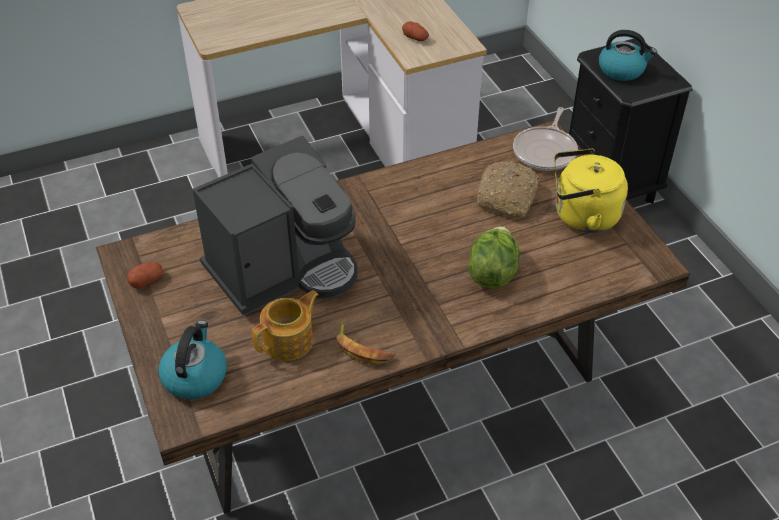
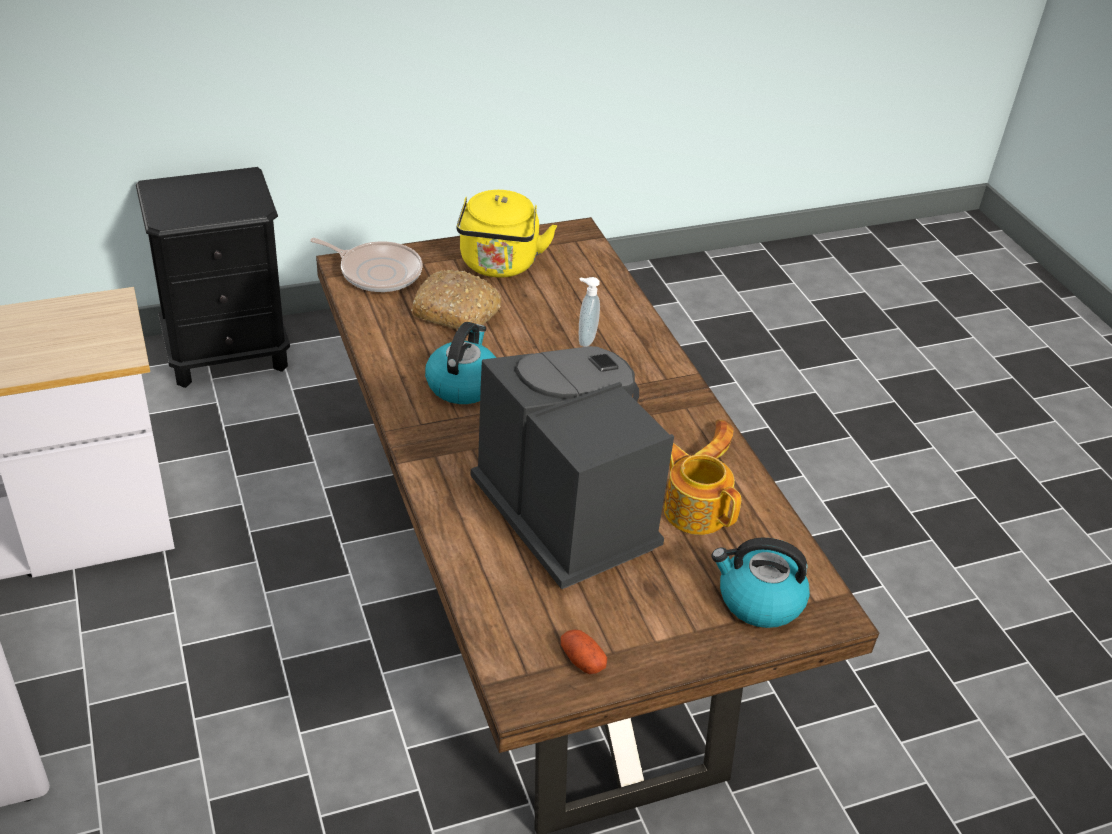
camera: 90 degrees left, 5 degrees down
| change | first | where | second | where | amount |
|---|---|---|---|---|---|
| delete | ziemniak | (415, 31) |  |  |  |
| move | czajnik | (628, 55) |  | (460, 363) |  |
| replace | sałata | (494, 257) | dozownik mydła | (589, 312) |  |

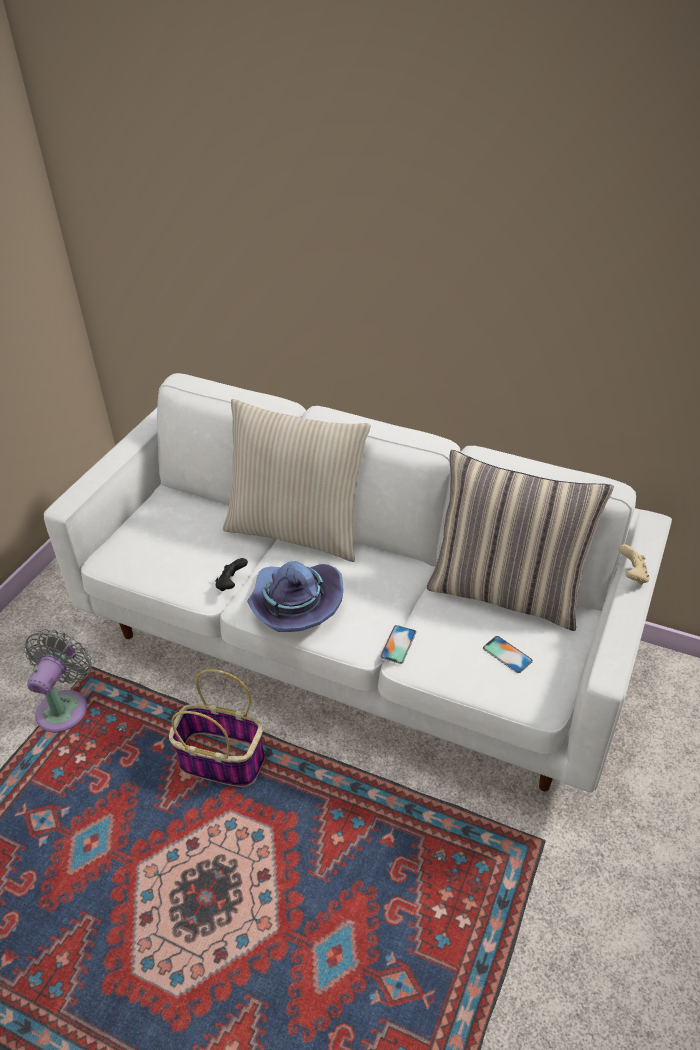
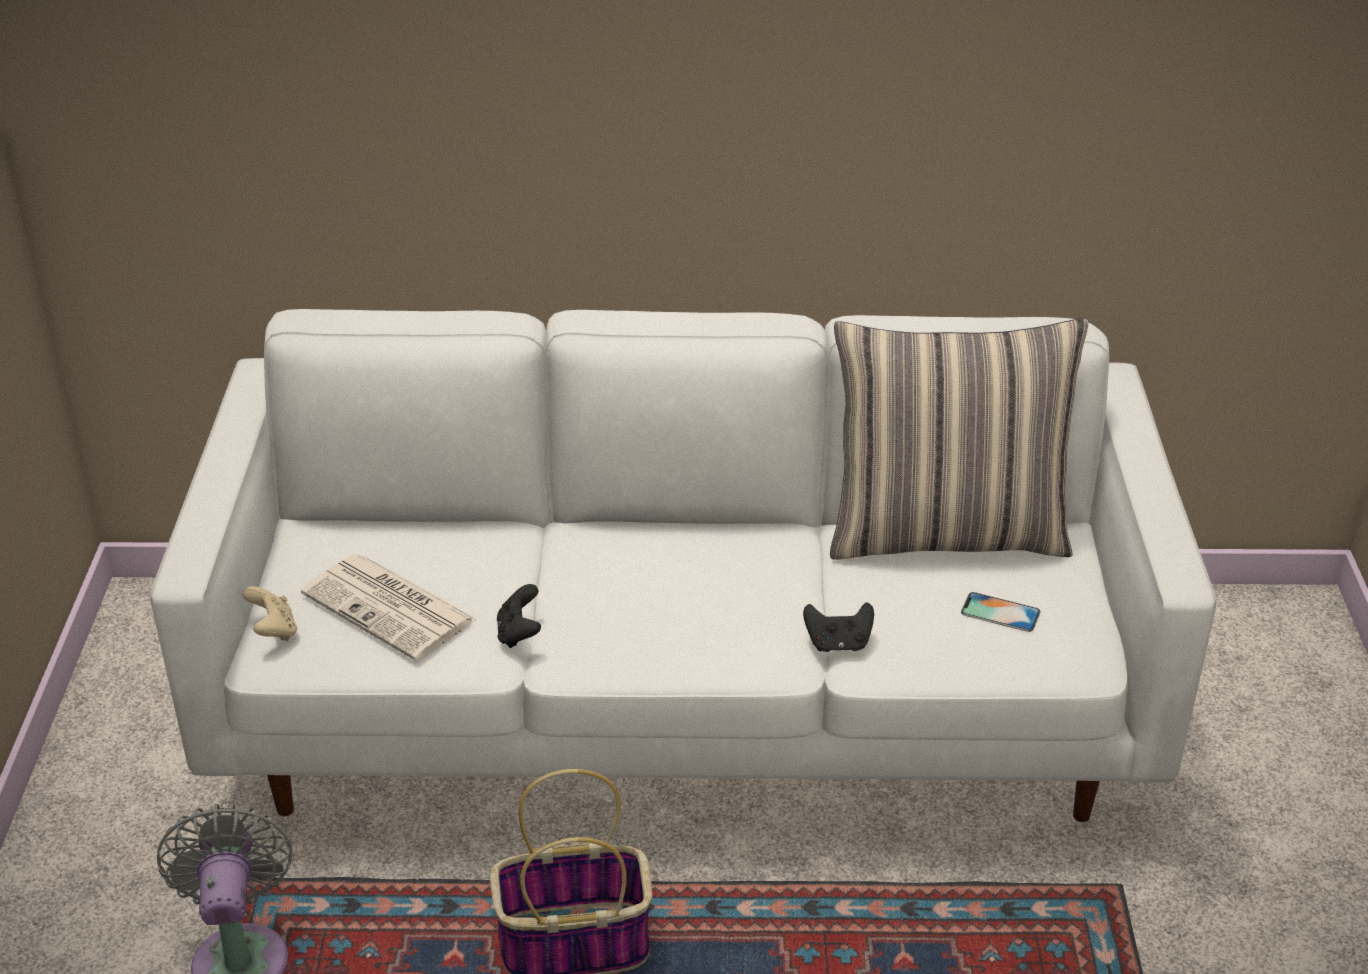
camera: 25 degrees left, 5 degrees down
| change | first | where | second | where | amount |
|---|---|---|---|---|---|
| delete | poduszka/beżowy | (297, 480) |  |  |  |
| move | pad do gier/beżowy | (634, 564) |  | (270, 613) |  |
| delete | kapelusz/fioletowy | (295, 596) |  |  |  |
| replace | telefon | (398, 644) | pad do gier/czarny | (838, 627) |  |
| insert |  |  | gazeta | (389, 607) |  |

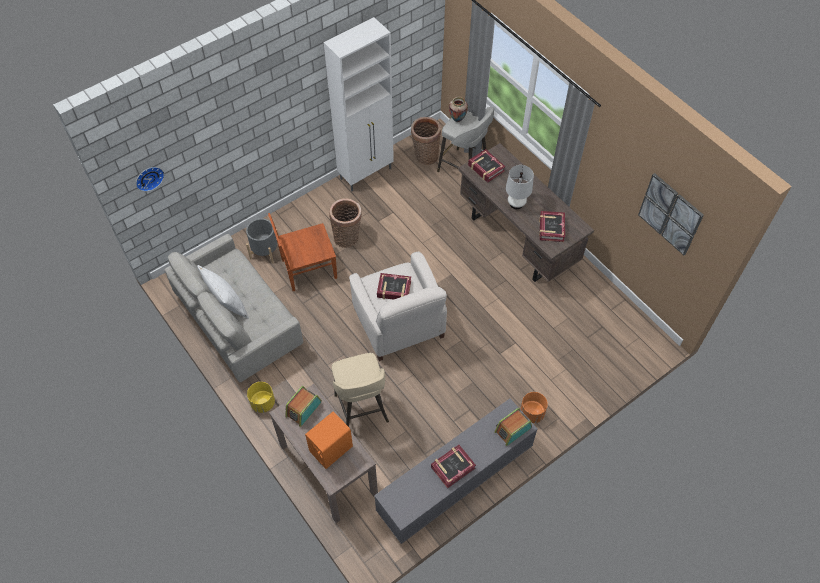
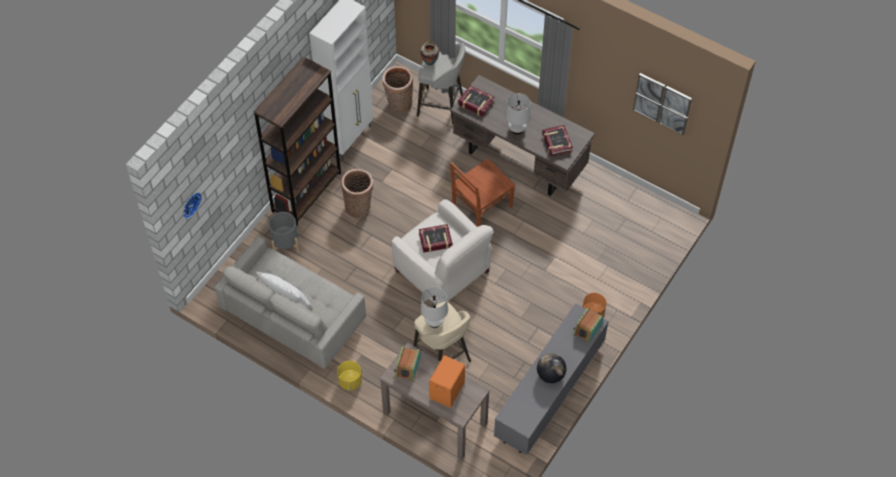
camera: 20 degrees left, 0 degrees up
| change | first | where | second | where | amount |
|---|---|---|---|---|---|
| move | krzesło/brązowy | (302, 252) |  | (483, 192) |  |
| replace | książka | (453, 467) | globus | (552, 368) |  |
| insert |  |  | regał/brązowy | (297, 140) |  |
| insert |  |  | lampa stołowa/biały | (434, 307) |  |

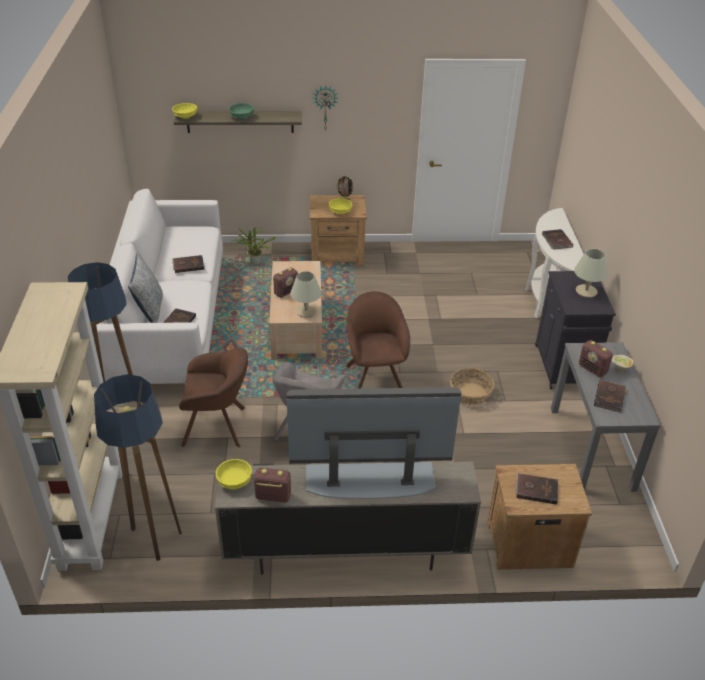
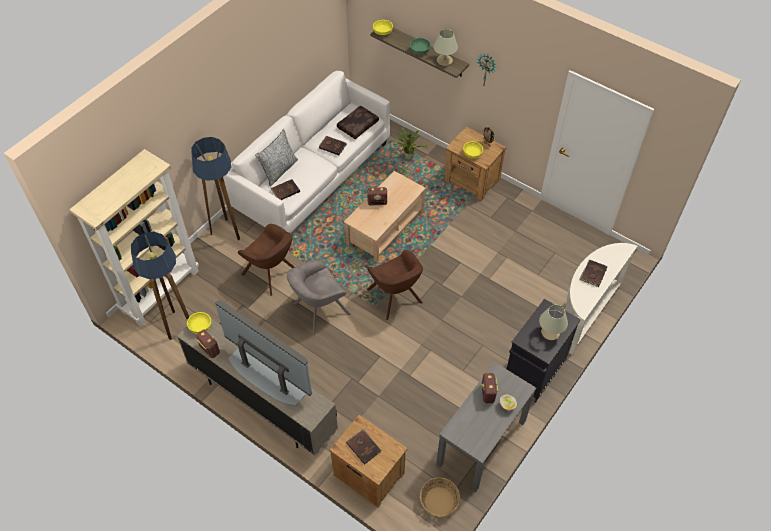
camera: 40 degrees right, 15 degrees up
| change | first | where | second | where | amount |
|---|---|---|---|---|---|
| move | lampa stołowa/beżowy | (306, 294) |  | (445, 47) |  |
| rotate | fotel/brązowy | (378, 340) |  | (395, 285) | 120 degrees clockwise |
| move | koszyk | (472, 386) |  | (440, 497) |  |
| delete | książka/brązowy | (611, 396) |  |  |  |
| insert |  |  | poduszka/brązowy | (358, 122) |  |

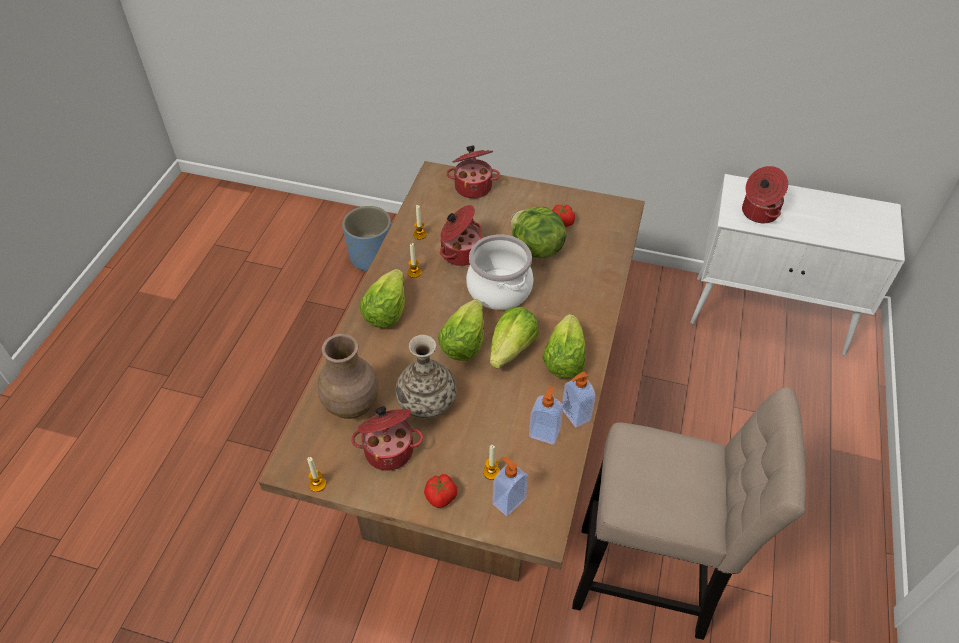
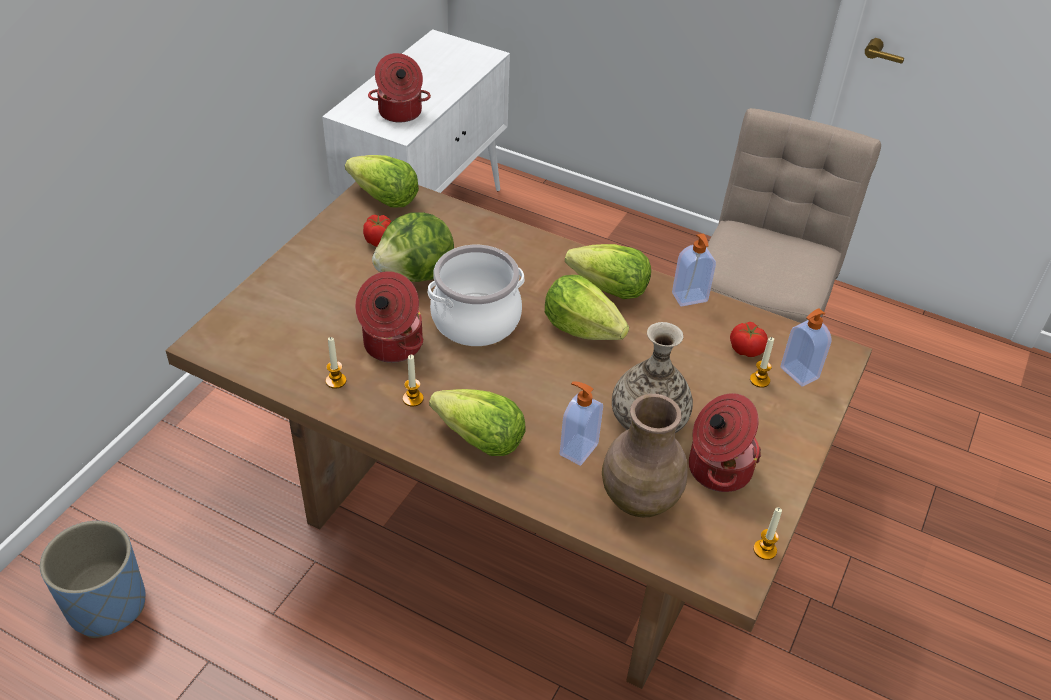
camera: 80 degrees left, 5 degrees down
| change | first | where | second | where | amount |
|---|---|---|---|---|---|
| delete | garnek | (473, 171) |  |  |  |
| move | sałata | (461, 330) |  | (382, 181) |  |
| move | dozownik mydła | (546, 415) |  | (581, 424) |  |
| move | pomidor | (440, 491) |  | (749, 339) |  |

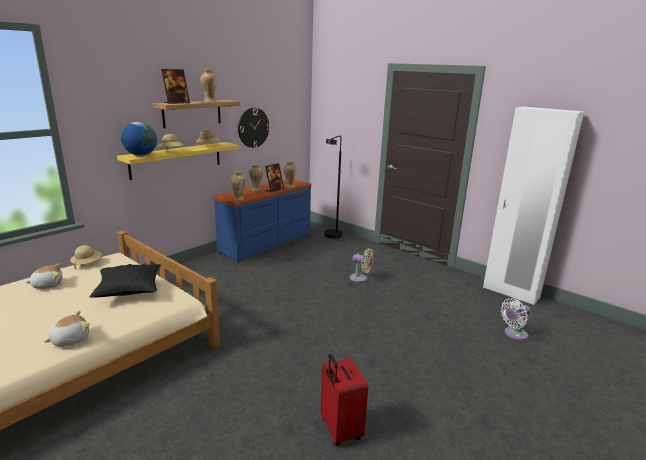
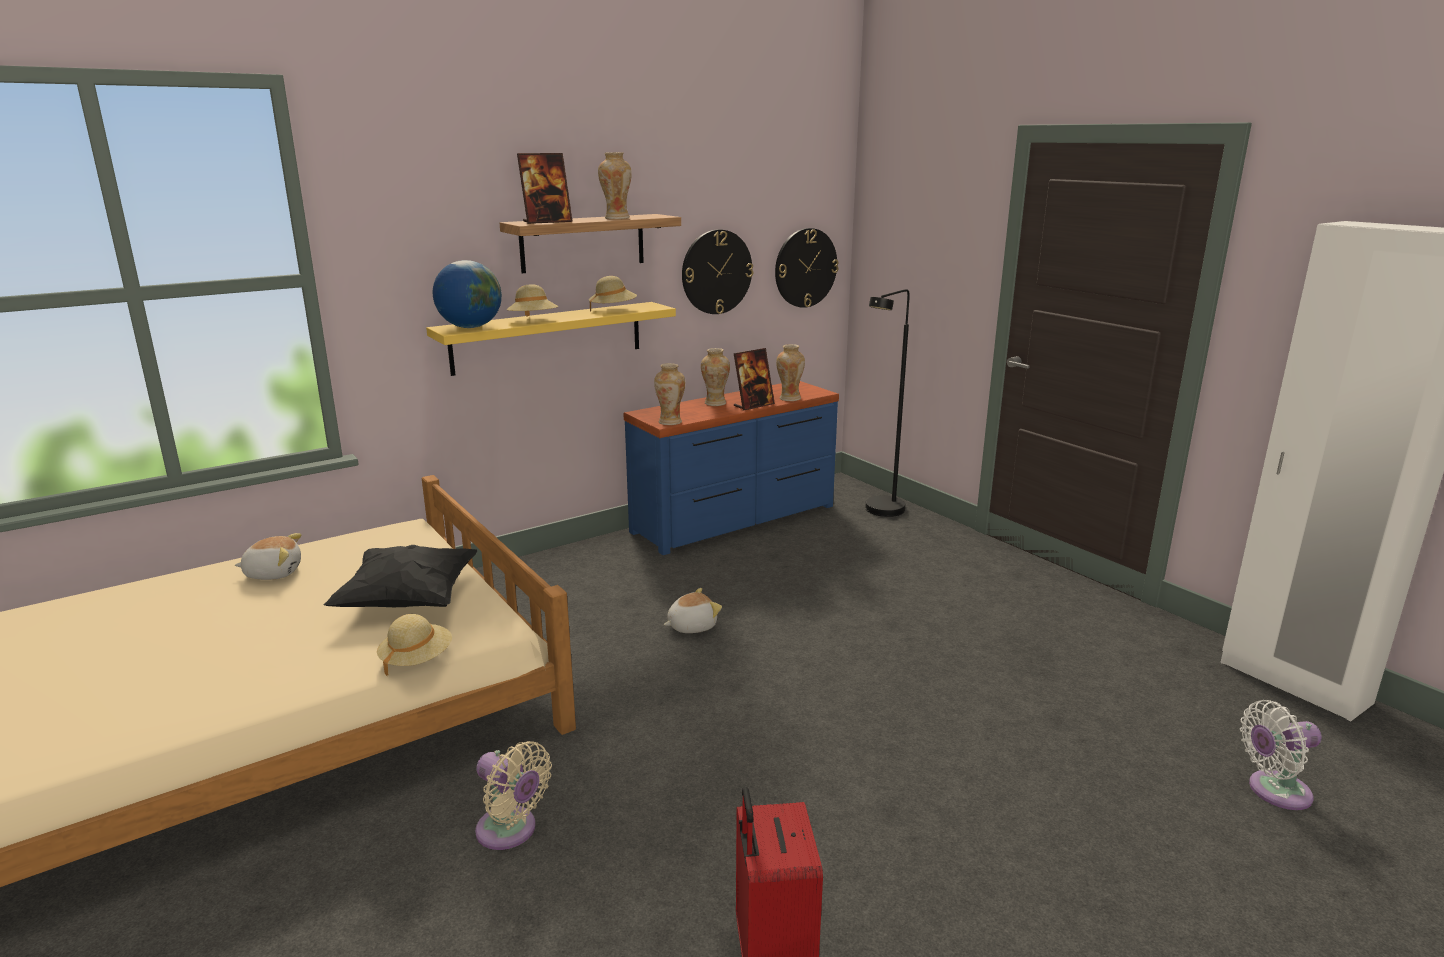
camera: 15 degrees right, 0 degrees up
| change | first | where | second | where | amount |
|---|---|---|---|---|---|
| move | kapelusz/beżowy | (86, 257) |  | (414, 645) |  |
| move | wentylator/beżowy | (362, 265) |  | (513, 795) |  |
| move | pluszak | (67, 328) |  | (693, 610) |  |
| insert |  |  | zegar ścienny | (807, 268) |  |

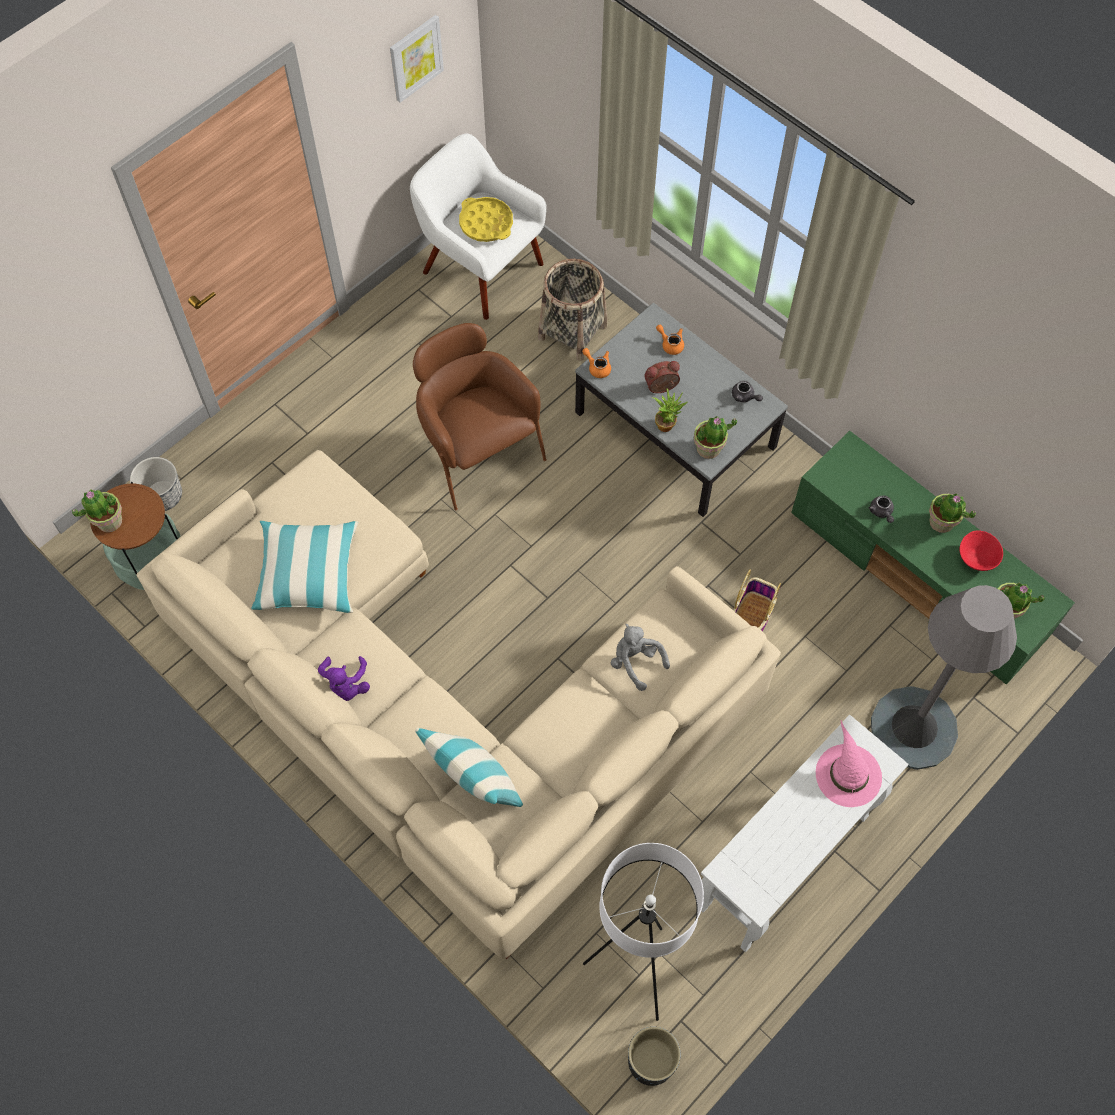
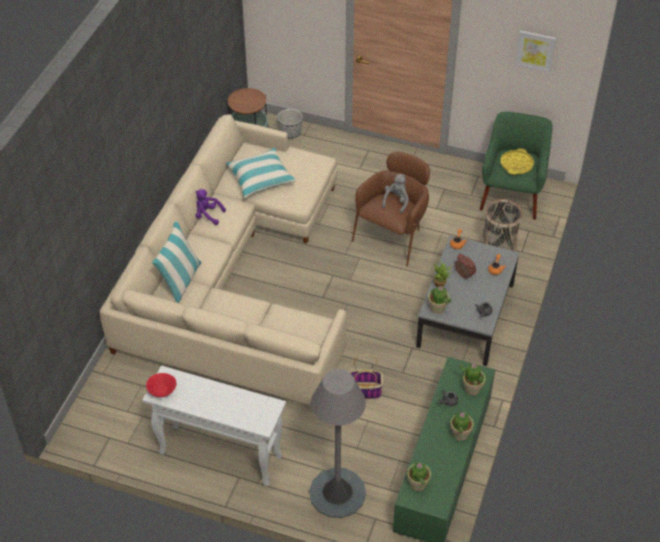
camera: 65 degrees right, 15 degrees down
| change | first | where | second | where | amount |
|---|---|---|---|---|---|
| recolor | fotel/biały | (478, 226) | fotel/zielony | (516, 166) |  |
| move | roślina doniczkowa | (97, 510) |  | (472, 379) |  |
| move | miska/czerwony | (981, 550) |  | (161, 385) |  |
| move | pluszak/szary | (640, 657) |  | (395, 194) |  |
| rotate | pluszak/fioletowy | (344, 678) |  | (210, 207) | 45 degrees clockwise |
| delete | kapelusz/różowy | (849, 763) |  |  |  |
| delete | lampa stojąca/biały | (643, 932) |  |  |  |
| delete | donica/czarny | (654, 1056) |  |  |  |

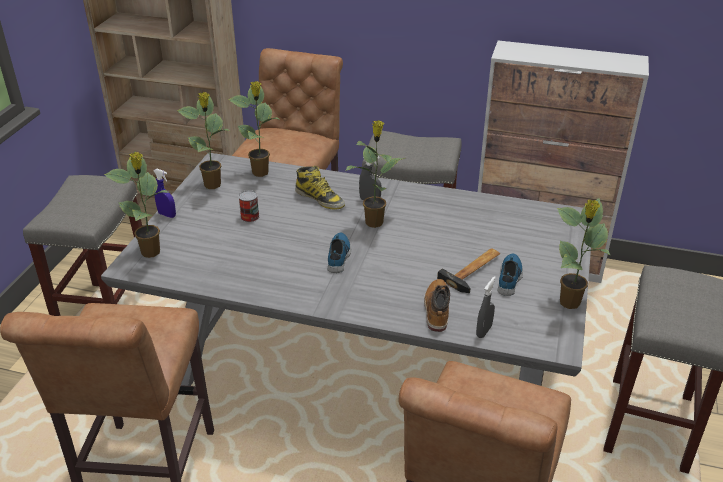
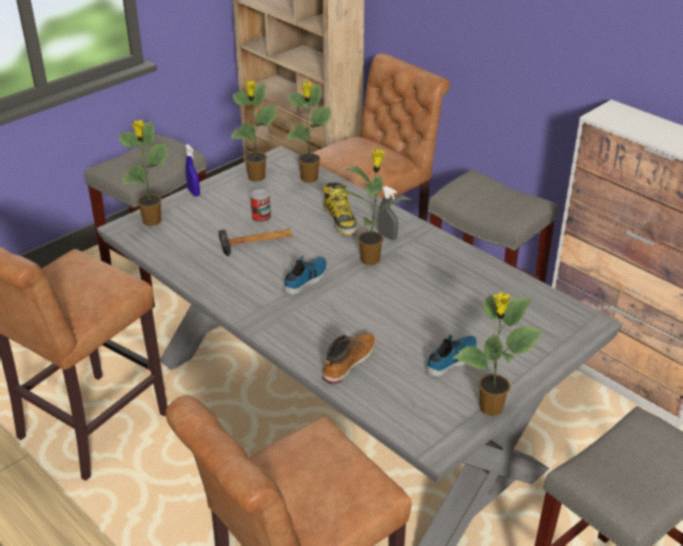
camera: 30 degrees right, 0 degrees up
| change | first | where | second | where | amount |
|---|---|---|---|---|---|
| move | młotek | (468, 270) |  | (255, 243) |  |
| delete | spryskiwacz/szary | (486, 307) |  |  |  |

